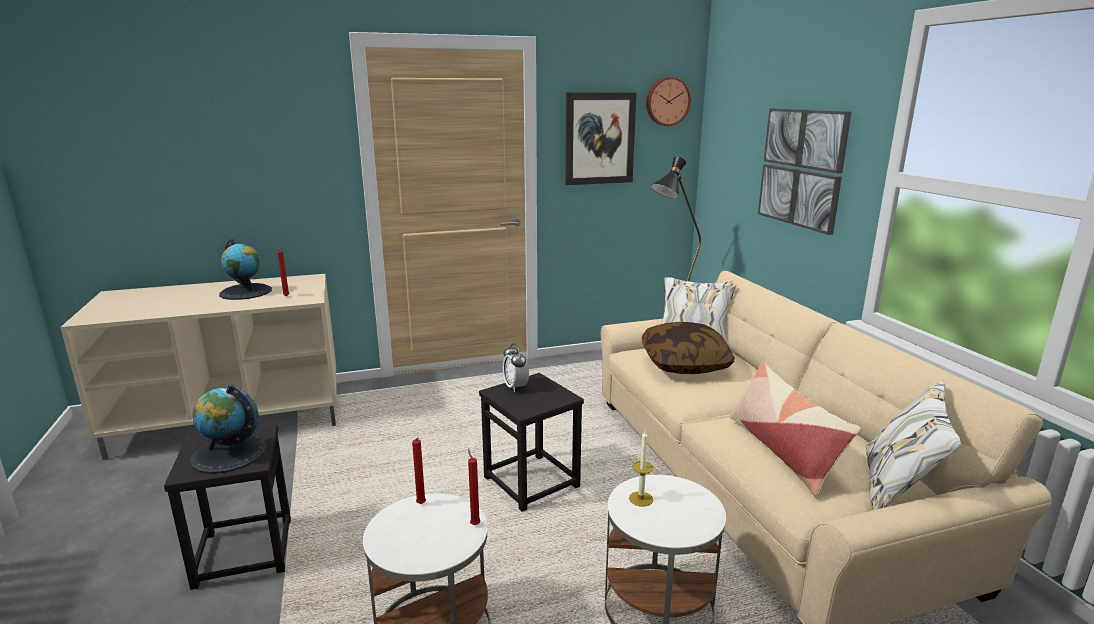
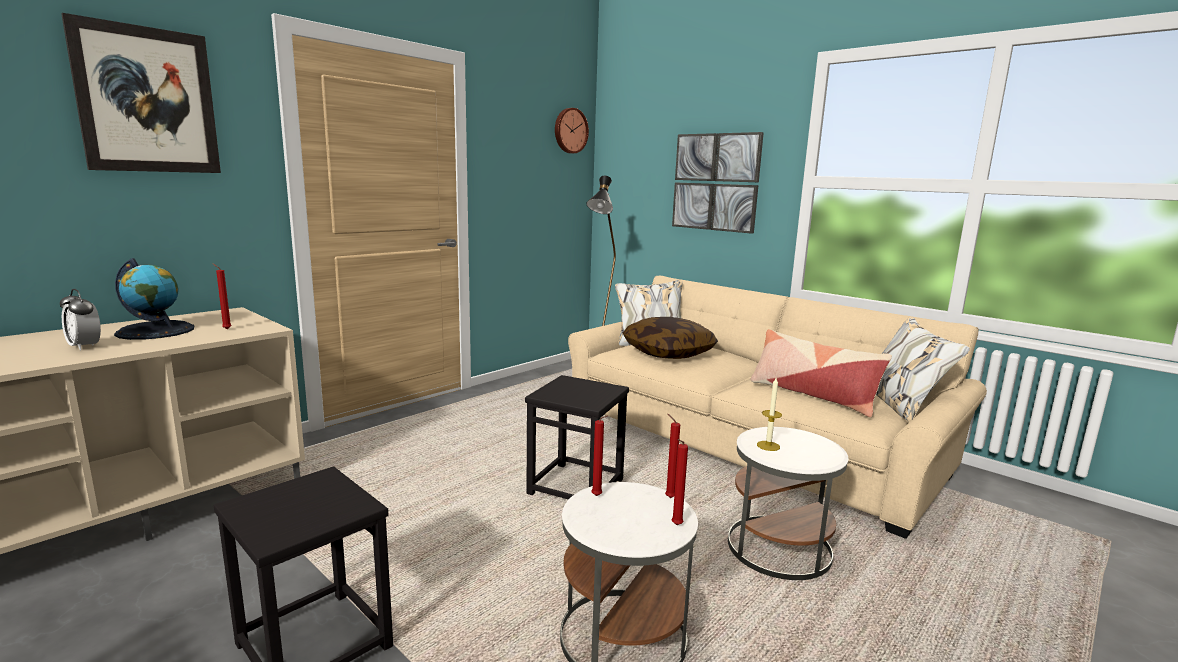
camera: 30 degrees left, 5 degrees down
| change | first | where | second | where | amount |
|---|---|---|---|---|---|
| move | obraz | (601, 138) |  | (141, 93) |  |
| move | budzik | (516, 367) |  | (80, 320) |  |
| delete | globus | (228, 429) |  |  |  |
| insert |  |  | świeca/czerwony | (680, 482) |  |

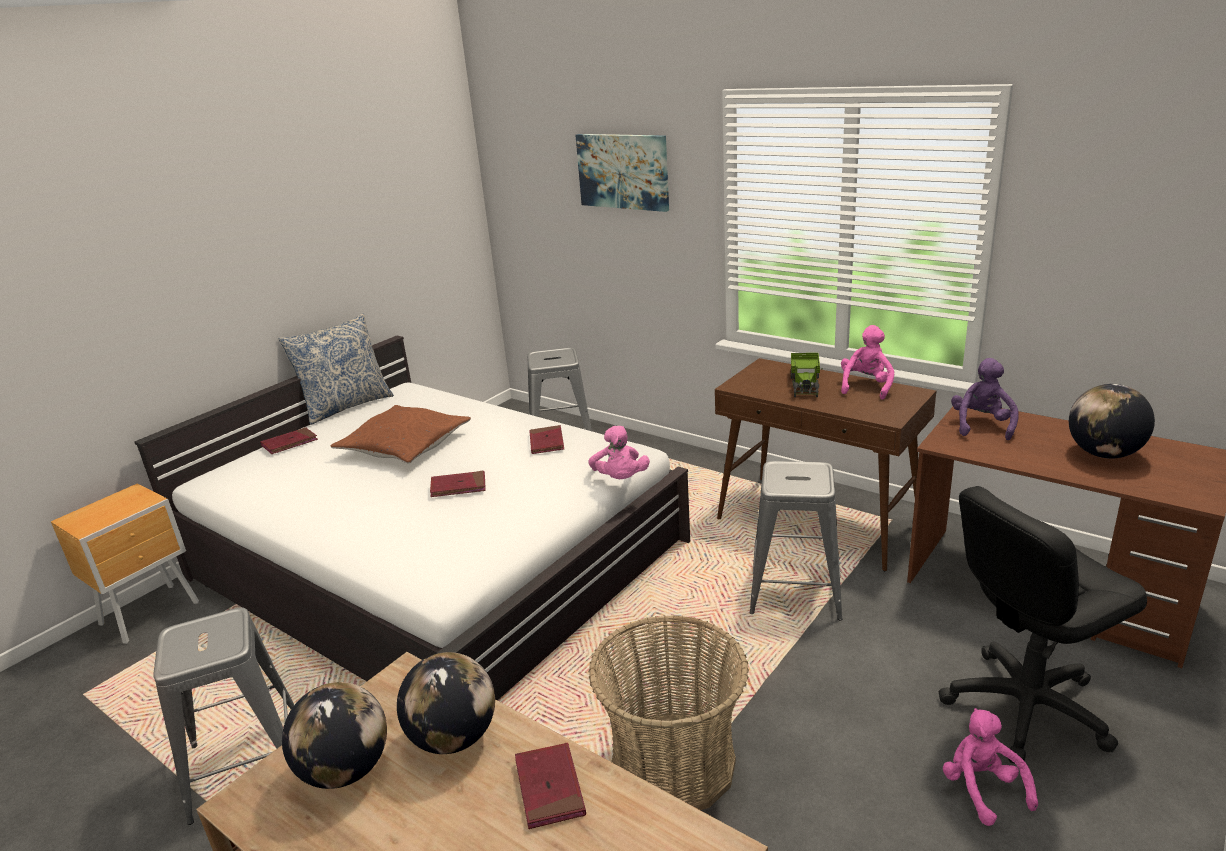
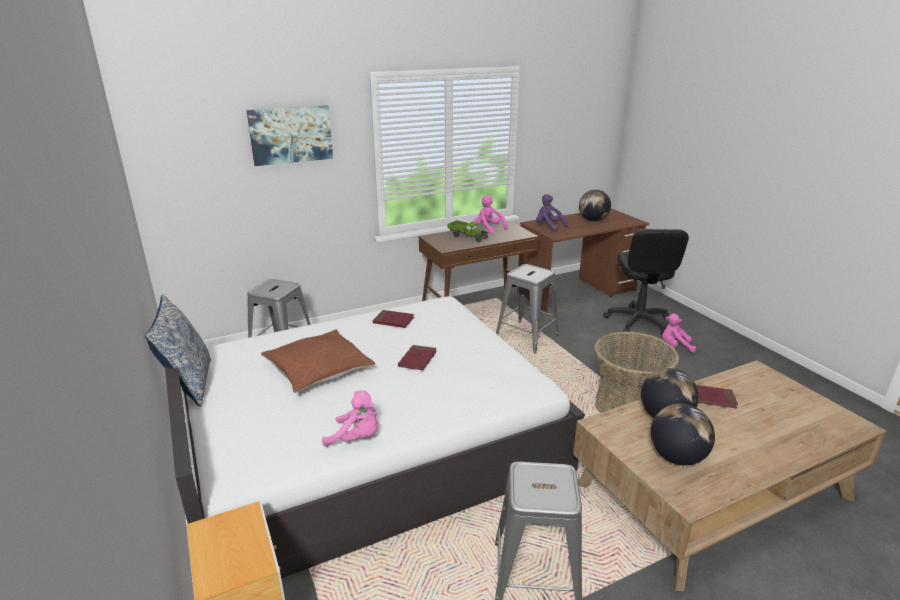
camera: 65 degrees left, 0 degrees up
| change | first | where | second | where | amount |
|---|---|---|---|---|---|
| move | pluszak/różowy | (619, 452) |  | (350, 418) |  |
| delete | książka/czerwony | (289, 440) |  |  |  |

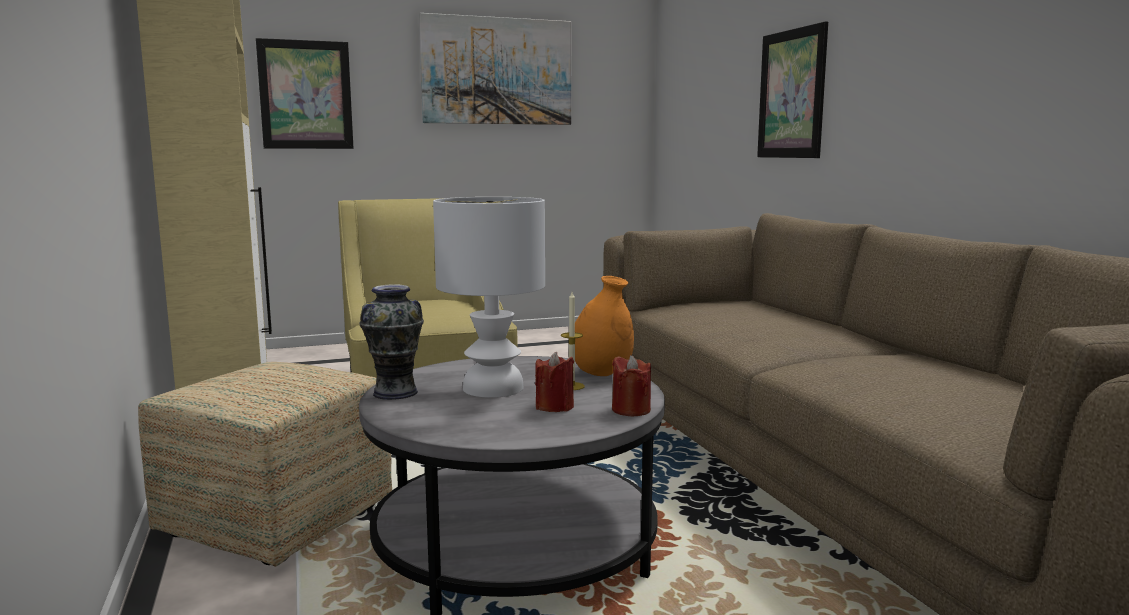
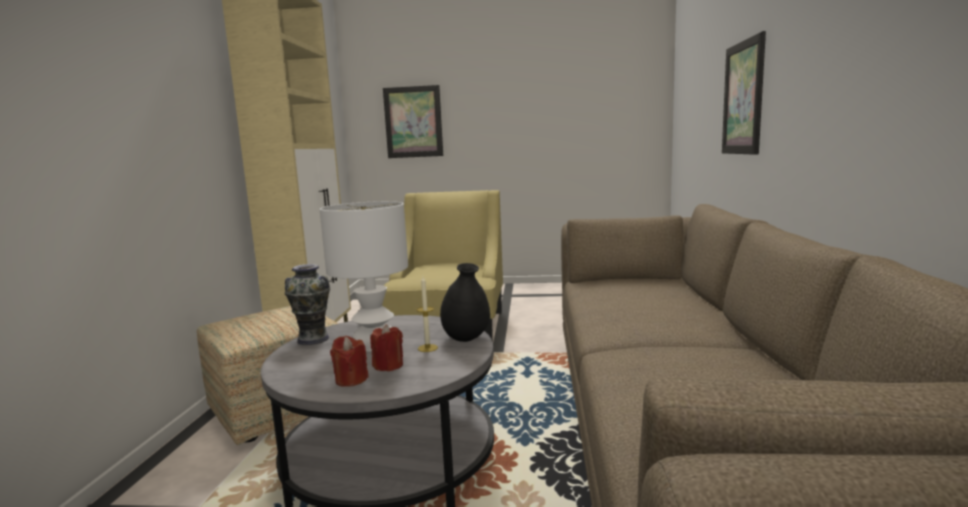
camera: 25 degrees right, 0 degrees up
| change | first | where | second | where | amount |
|---|---|---|---|---|---|
| delete | obraz | (495, 69) |  |  |  |
| recolor | wazon/pomarańczowy | (604, 326) | wazon/czarny | (465, 302) |  |
| move | świeca/czerwony | (631, 386) |  | (349, 361) |  |

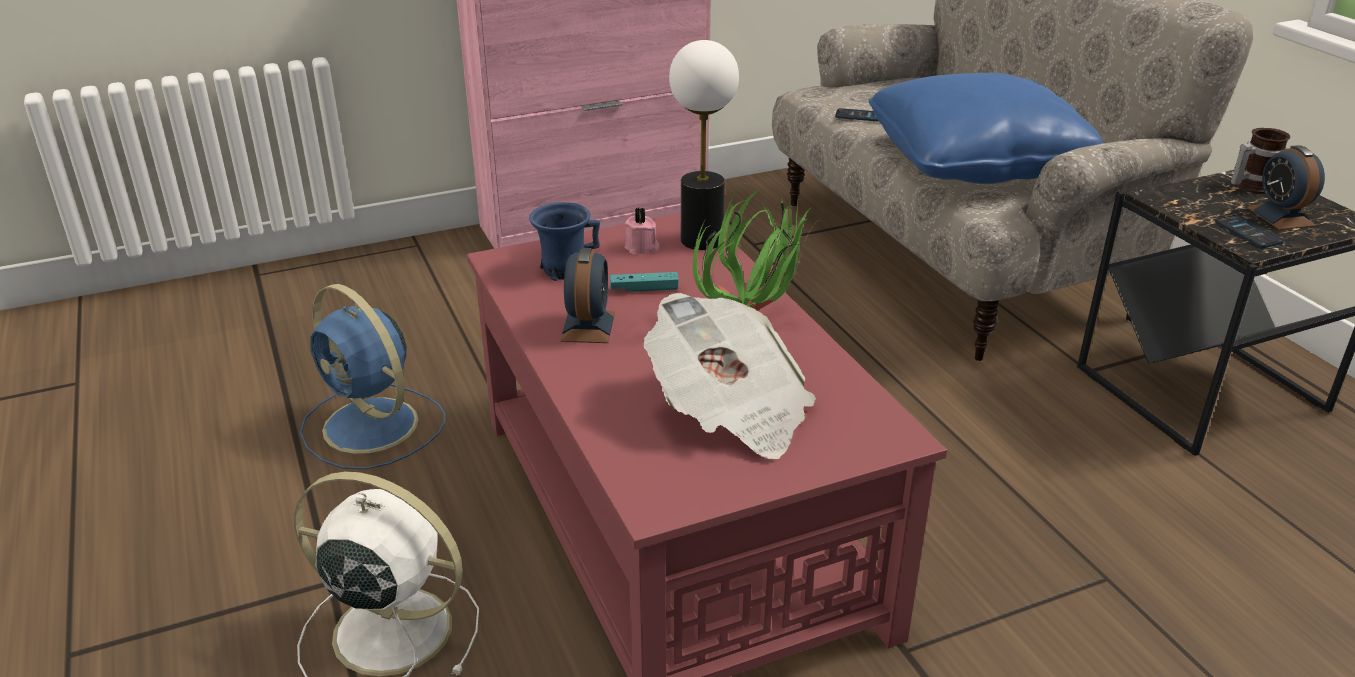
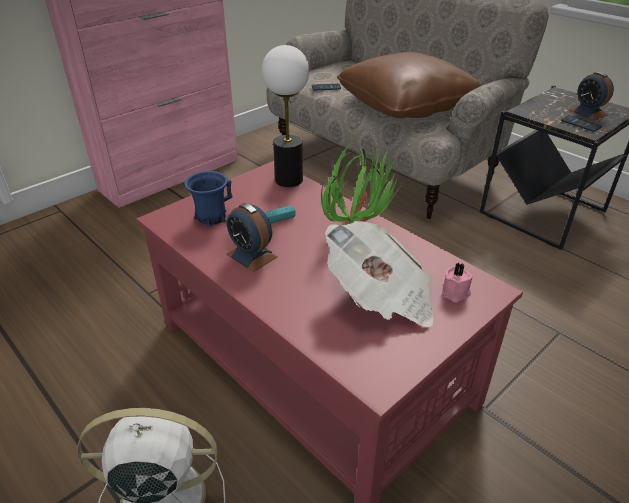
camera: 20 degrees left, 5 degrees up
| change | first | where | second | where | amount |
|---|---|---|---|---|---|
| recolor | poduszka/niebieski | (986, 128) | poduszka/brązowy | (409, 85) |  |
| delete | kubek | (1260, 161) |  |  |  |
| move | świeca/różowy | (642, 231) |  | (457, 282) |  |
| rotate | budzik | (588, 295) |  | (252, 237) | 150 degrees clockwise |
| delete | wentylator/niebieski | (372, 377) |  |  |  |

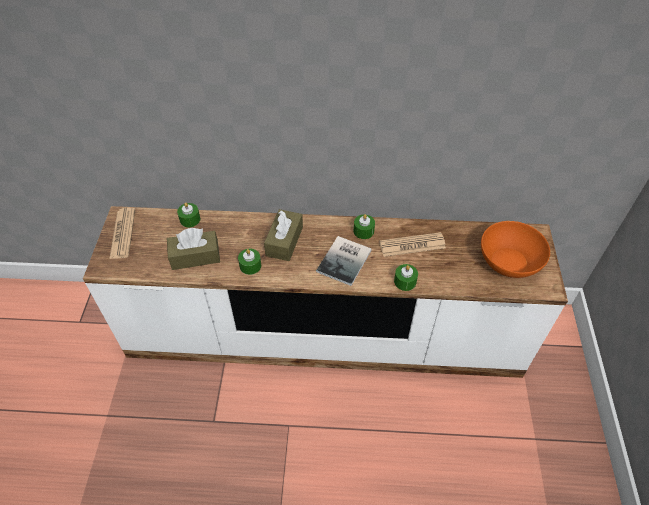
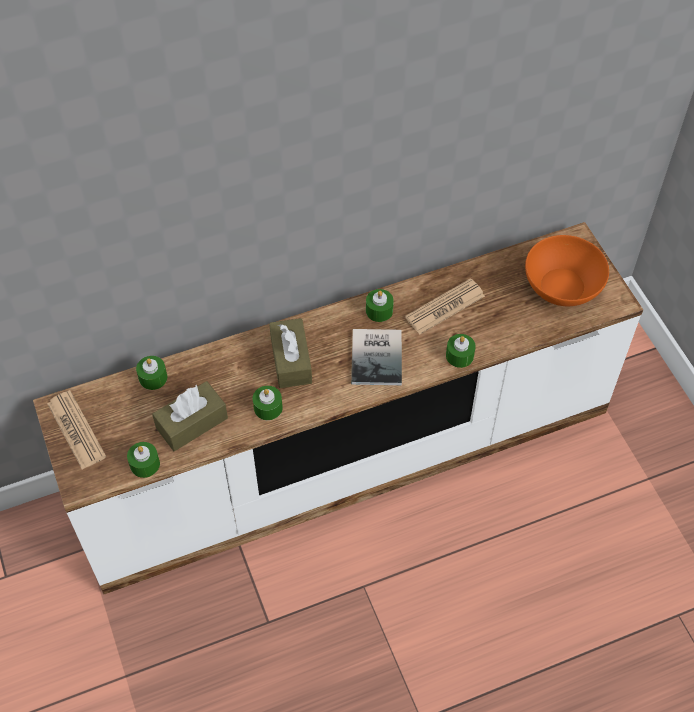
camera: 25 degrees left, 5 degrees up
| change | first | where | second | where | amount |
|---|---|---|---|---|---|
| insert |  |  | świeca/zielony | (143, 460) |  |

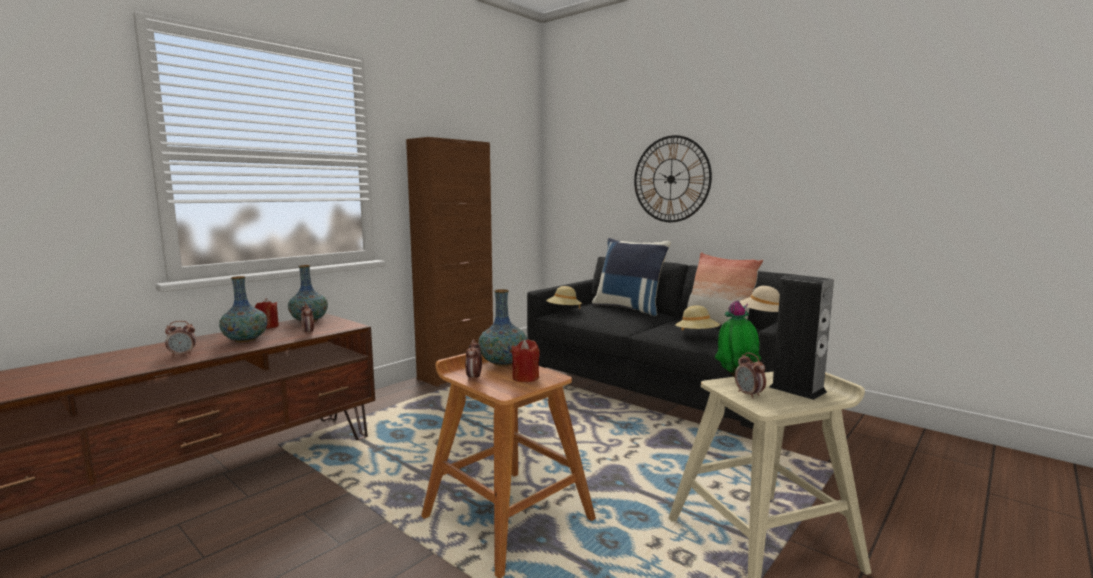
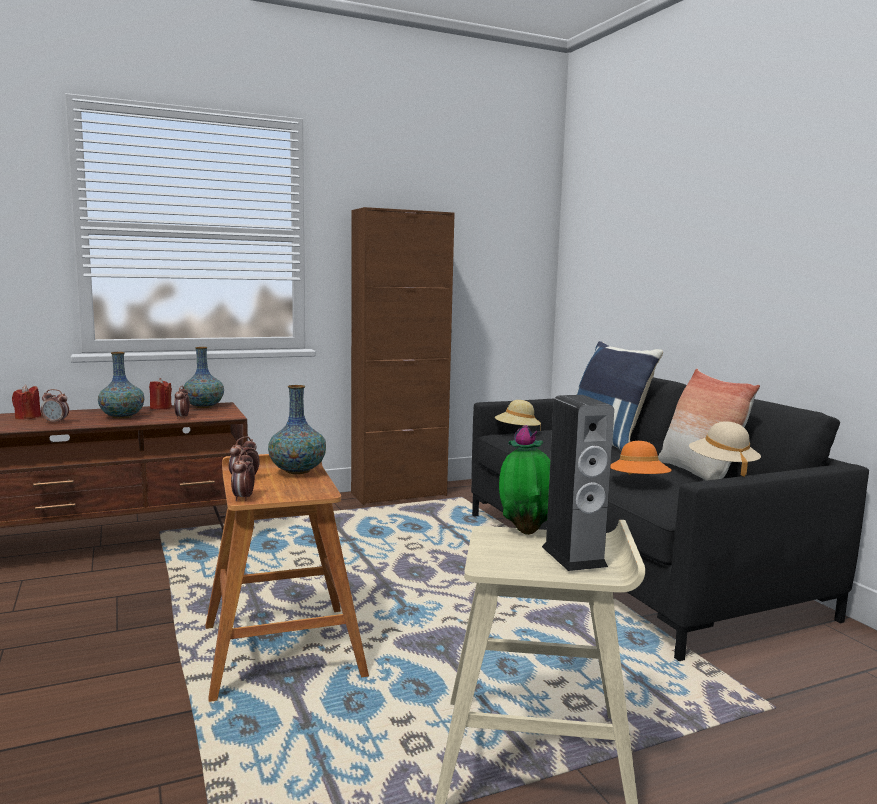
camera: 25 degrees right, 0 degrees up
| change | first | where | second | where | amount |
|---|---|---|---|---|---|
| delete | zegar ścienny | (673, 178) |  |  |  |
| recolor | kapelusz/beżowy | (697, 318) | kapelusz/pomarańczowy | (641, 458) |  |
| move | świeca/czerwony | (526, 360) |  | (26, 402) |  |
| move | budzik | (750, 375) |  | (243, 475) |  |

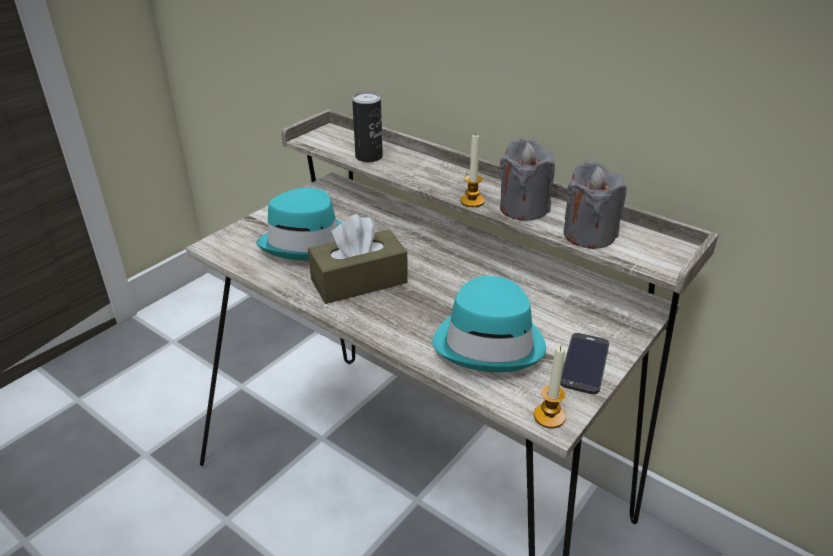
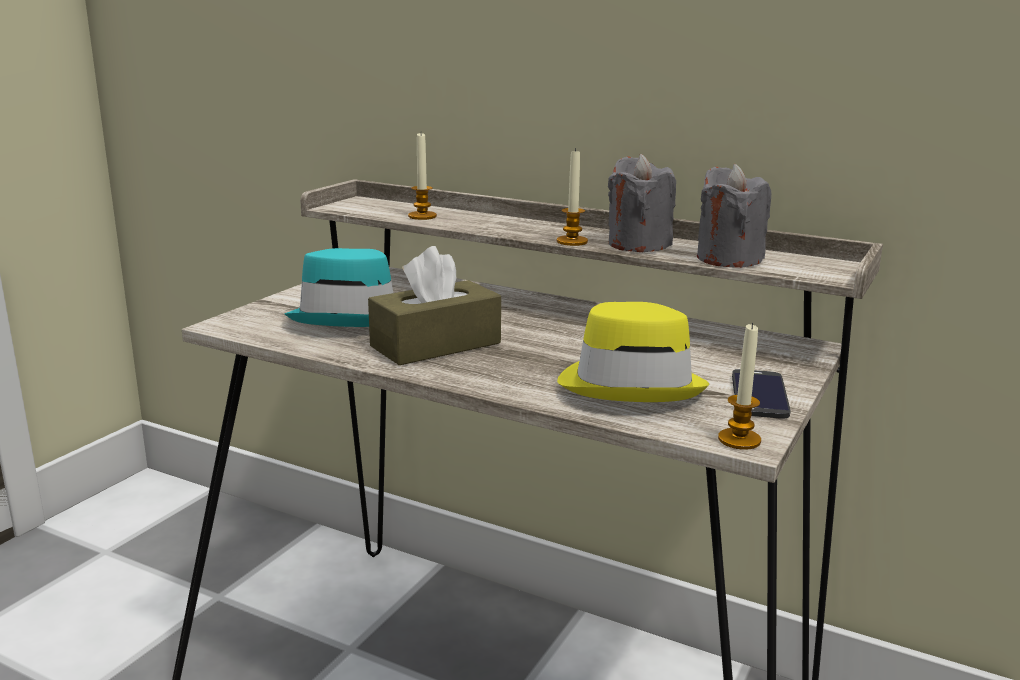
camera: 10 degrees left, 15 degrees down
| change | first | where | second | where | amount |
|---|---|---|---|---|---|
| replace | puszka | (367, 127) | świeca | (422, 176) |  |
| recolor | kapelusz/turkusowy | (489, 324) | kapelusz/żółty | (633, 352) |  |

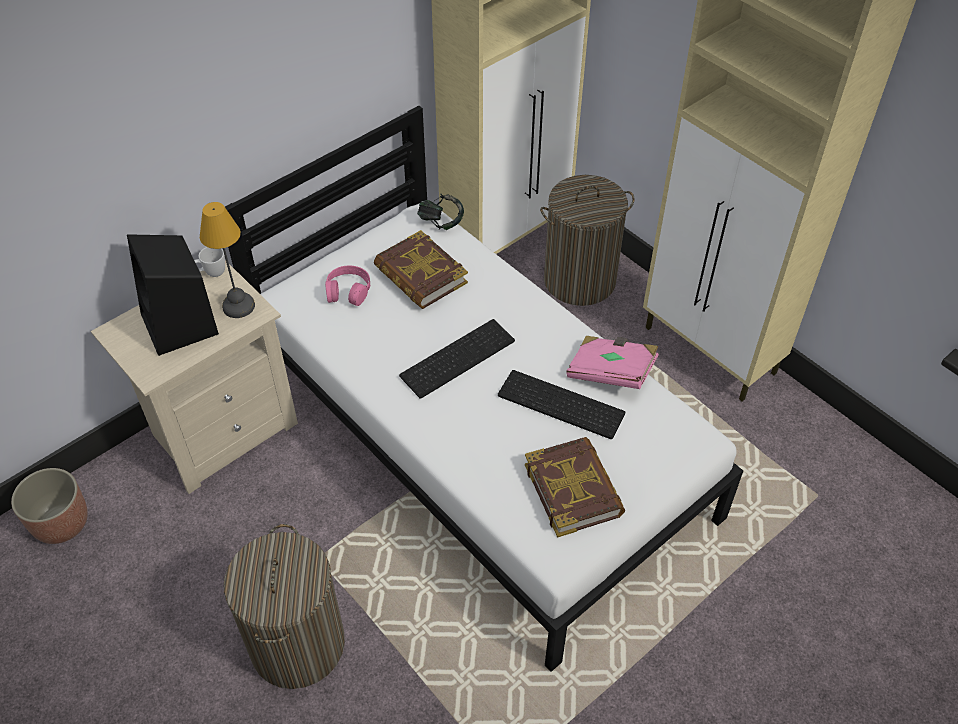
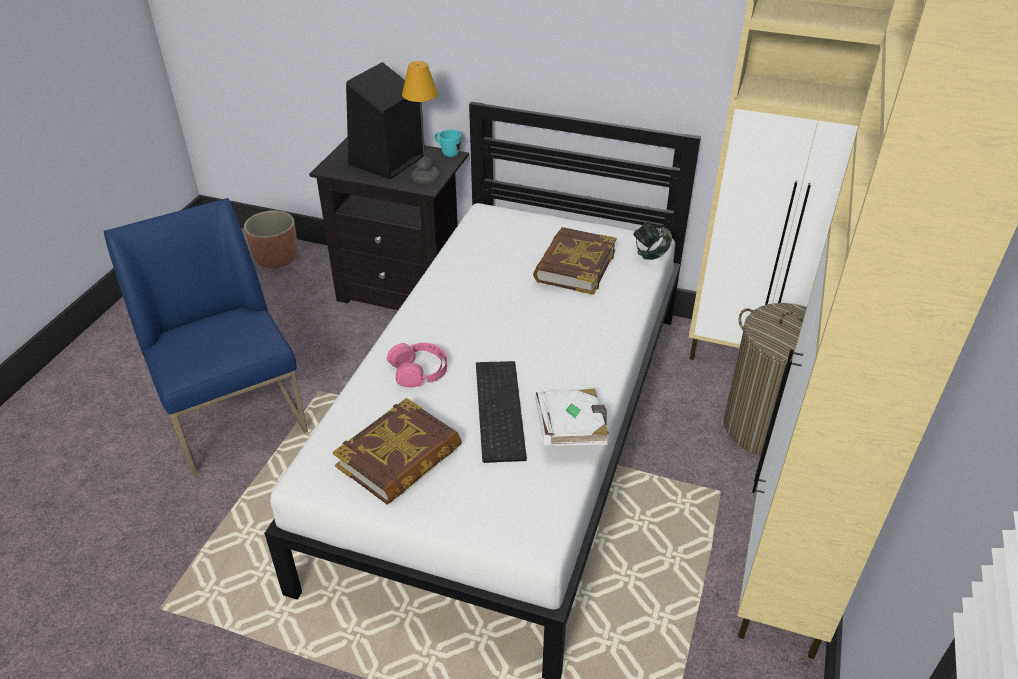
camera: 60 degrees right, 10 degrees down
| change | first | where | second | where | amount |
|---|---|---|---|---|---|
| recolor | kubek/biały | (209, 262) | kubek/turkusowy | (448, 143) |  |
| recolor | szafka nocna/beżowy | (194, 377) | szafka nocna/czarny | (389, 223) |  |
| move | słuchawki/różowy | (347, 286) |  | (417, 365) |  |
| delete | klawiatura | (457, 359) |  |  |  |
| recolor | książka/różowy | (612, 362) | książka/biały | (572, 417) |  |
| replace | kosz na pranie | (284, 606) | krzesło/niebieski | (206, 337) |  |

